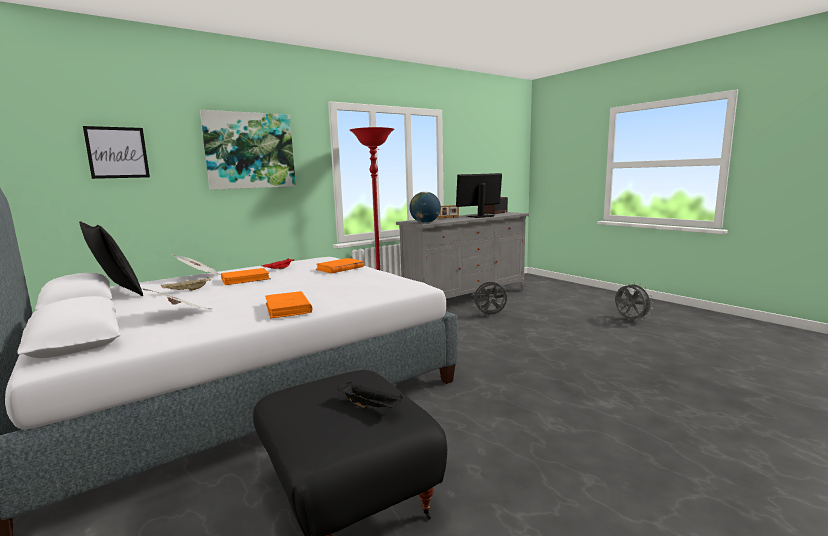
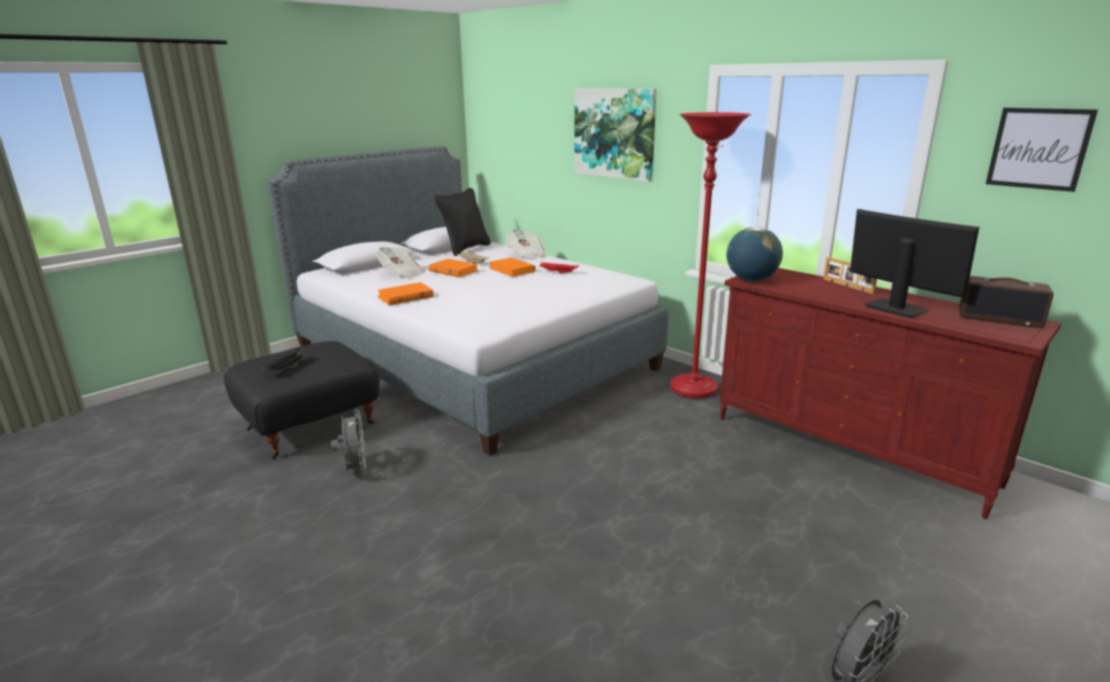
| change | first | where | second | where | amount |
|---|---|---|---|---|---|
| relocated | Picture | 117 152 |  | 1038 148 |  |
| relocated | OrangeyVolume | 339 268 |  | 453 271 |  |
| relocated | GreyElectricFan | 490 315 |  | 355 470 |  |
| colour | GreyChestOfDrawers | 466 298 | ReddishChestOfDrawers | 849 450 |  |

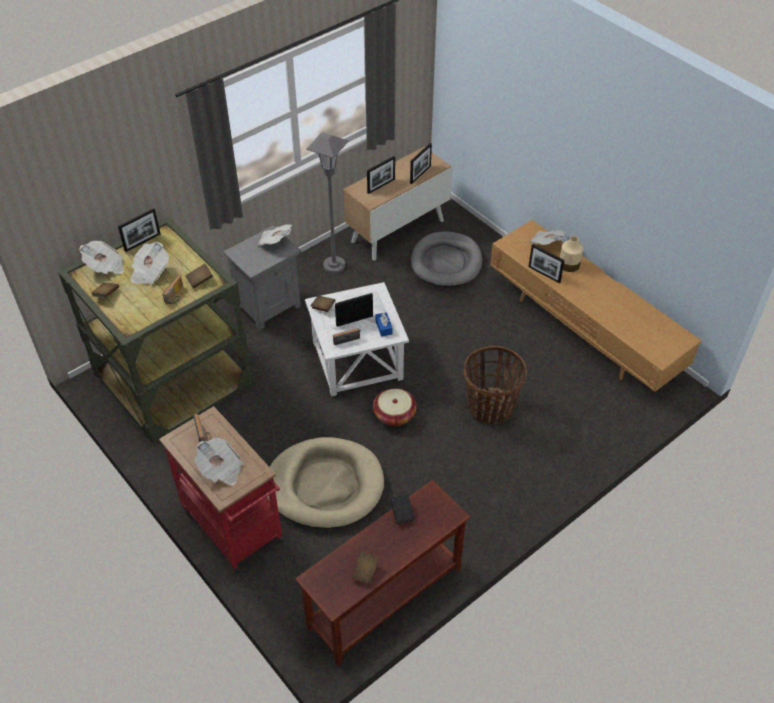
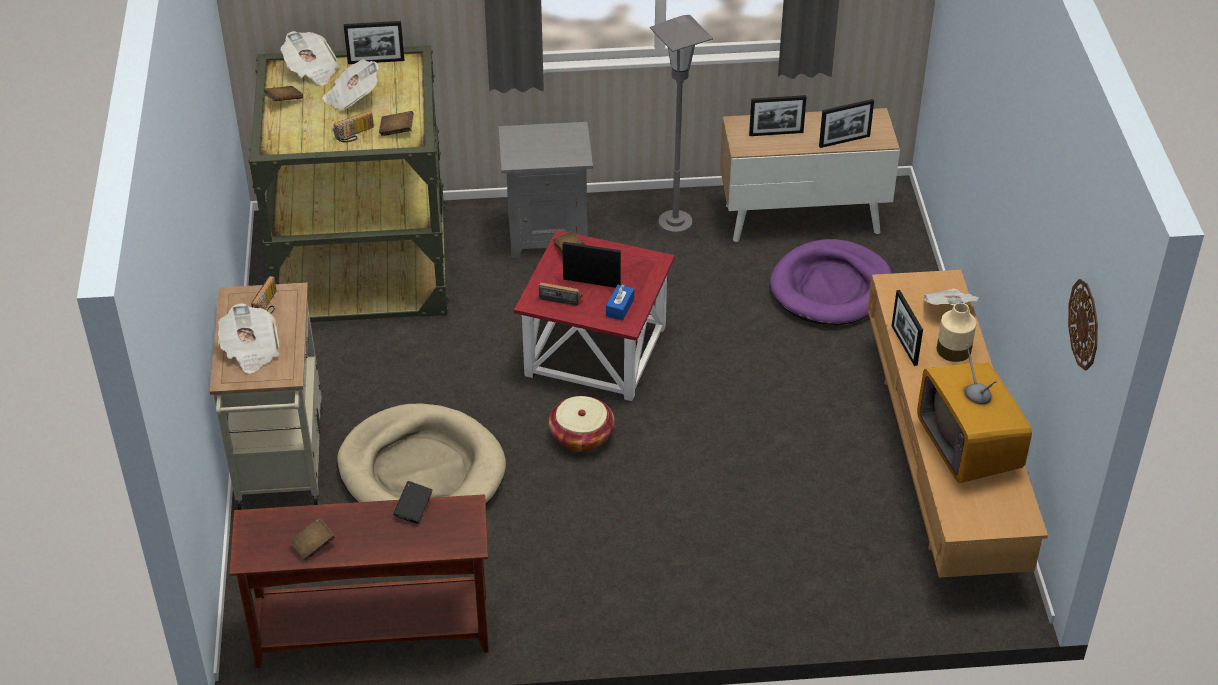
| change | first | where | second | where | amount |
|---|---|---|---|---|---|
| missing | DailyPaper | 275 241 |  |  |  |
| missing | HouseholdBasket | 490 407 |  |  |  |
| appeared |  |  | Tv | 968 447 |  |
| appeared |  |  | HangingClock | 1084 324 |  |
| colour | ReddishCart | 234 527 | SandColouredCart | 280 461 |  |
| colour | WhiteSideTable | 356 362 | ReddishSideTable | 593 352 |  |
| colour | GreyDogCushion | 446 262 | PurpleColouredDogCushion | 831 287 |  |

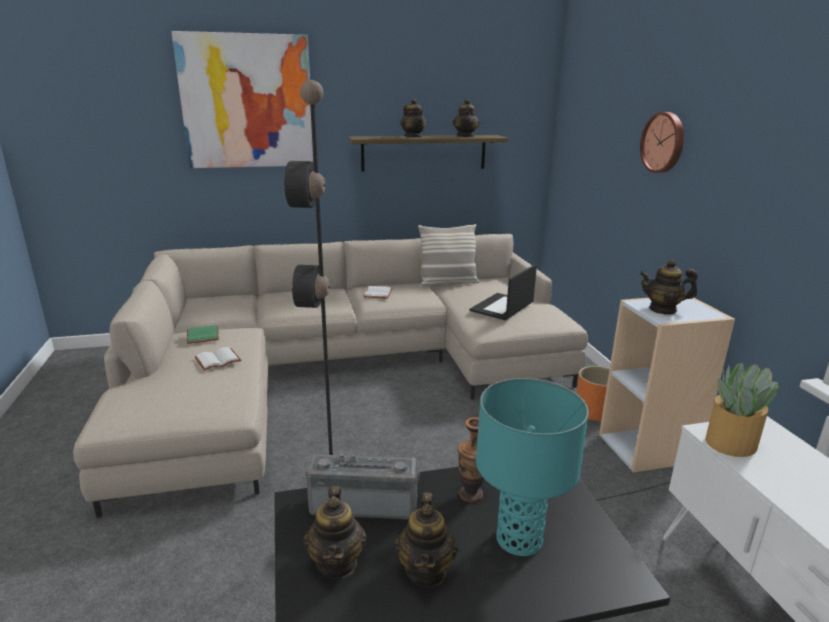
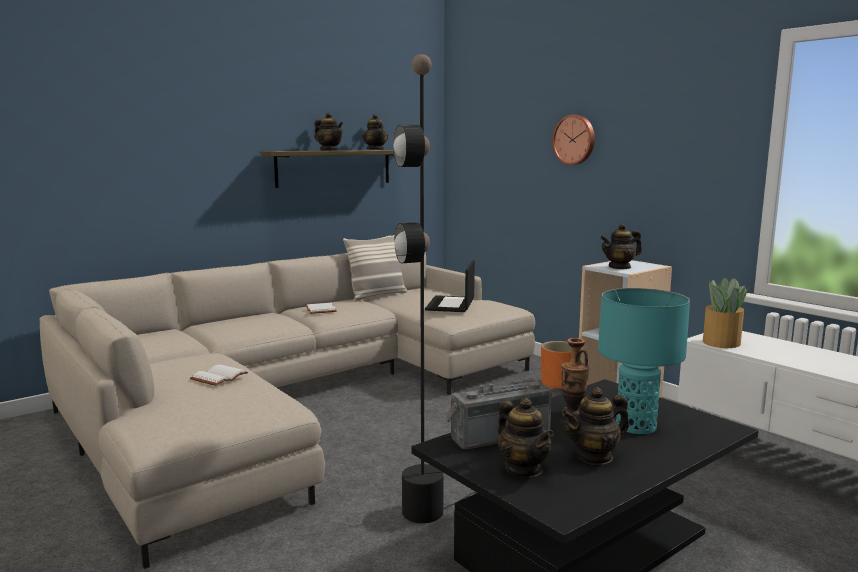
| change | first | where | second | where | amount |
|---|---|---|---|---|---|
| missing | Picture | 247 102 |  |  |  |
| missing | GreenColouredVolume | 201 336 |  |  |  |
| spun | TeaPot | 426 571 |  | 594 456 | 90 degrees clockwise |

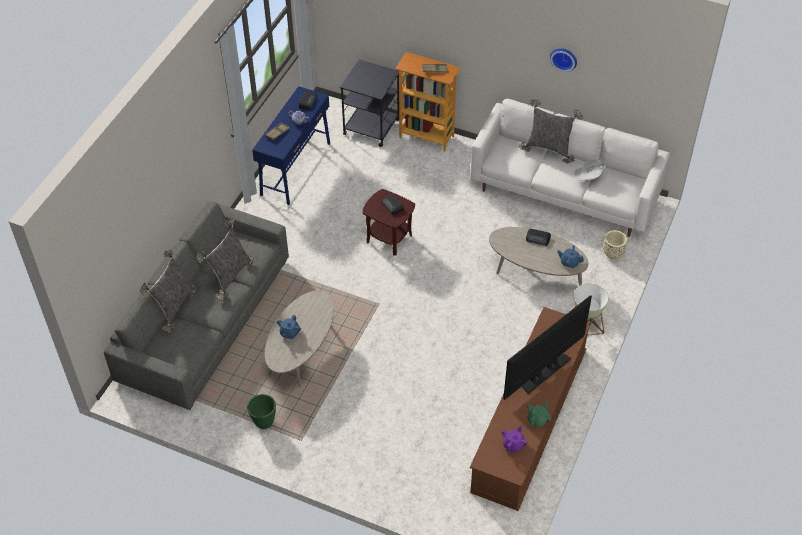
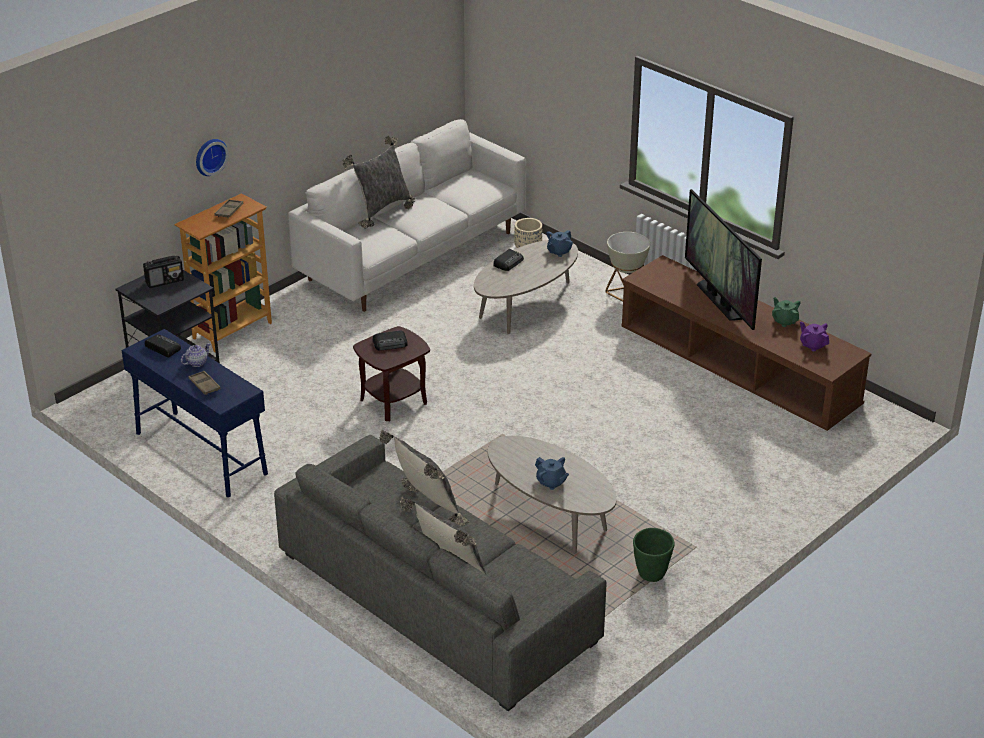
| change | first | where | second | where | amount |
|---|---|---|---|---|---|
| missing | DailyPaper | 588 175 |  |  |  |
| appeared |  |  | RadioReceiver | 165 281 |  |
| relocated | HangingClock | 564 58 |  | 209 156 |  |

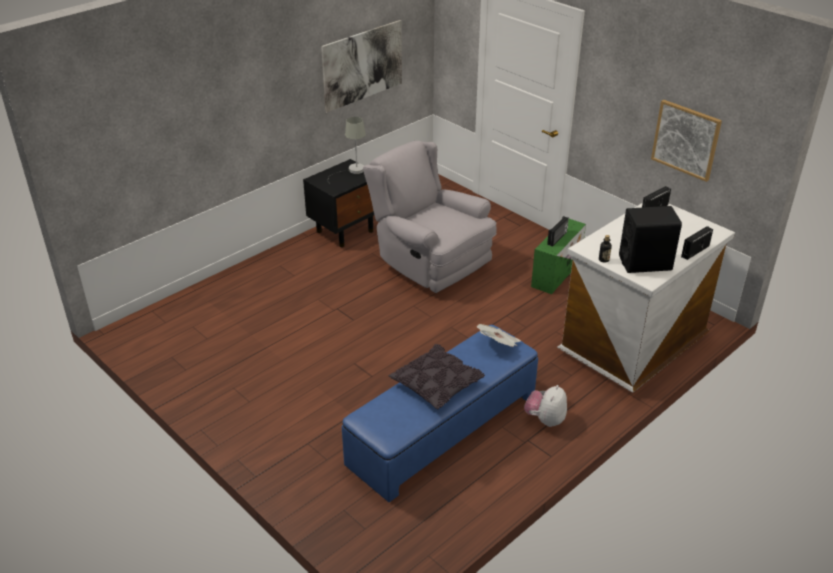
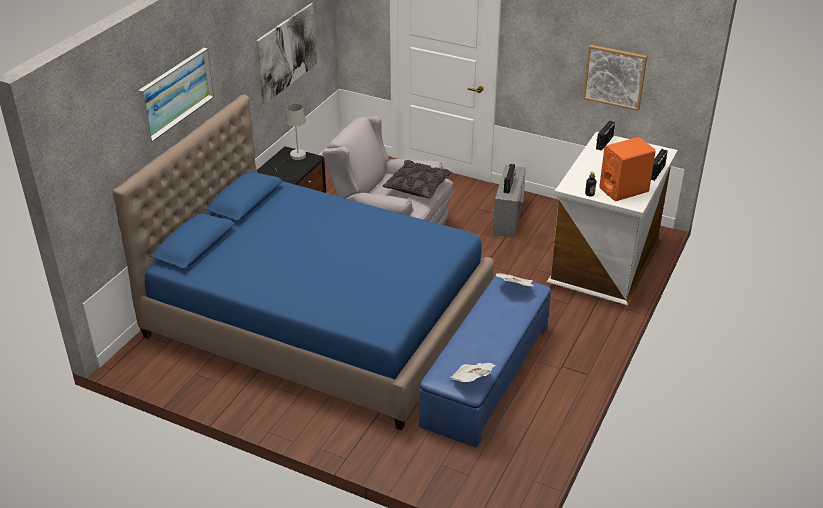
| change | first | where | second | where | amount |
|---|---|---|---|---|---|
| missing | PlushToy | 545 419 |  |  |  |
| appeared |  |  | BluishBed | 319 319 |  |
| appeared |  |  | Picture | 176 93 |  |
| appeared |  |  | DailyPaper | 471 380 |  |
| relocated | BlackPillow | 437 384 |  | 417 186 |  |
| colour | GreenColouredStorageBox | 557 273 | GreyStorageBox | 508 217 |  |
| colour | BlackSpeaker | 645 263 | OrangeySpeaker | 624 190 |  |

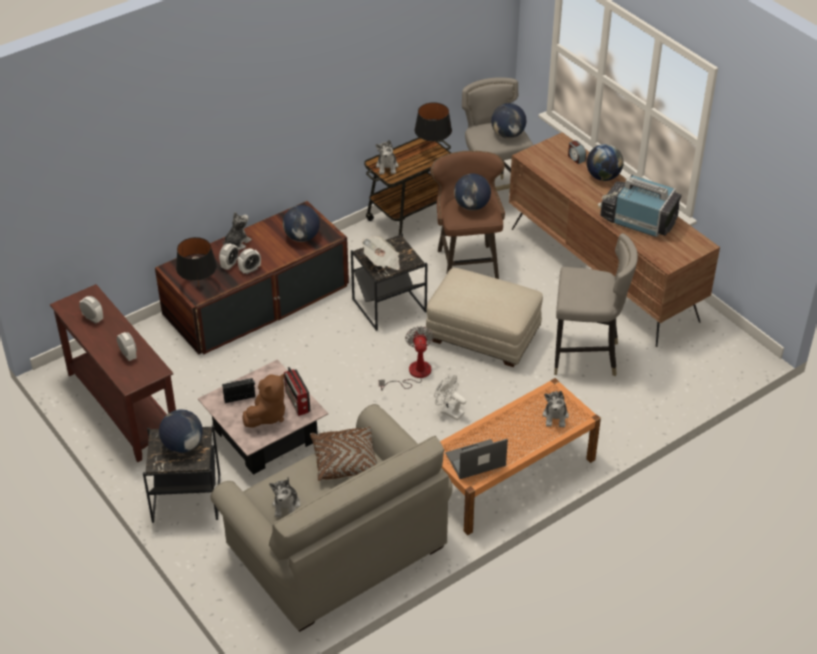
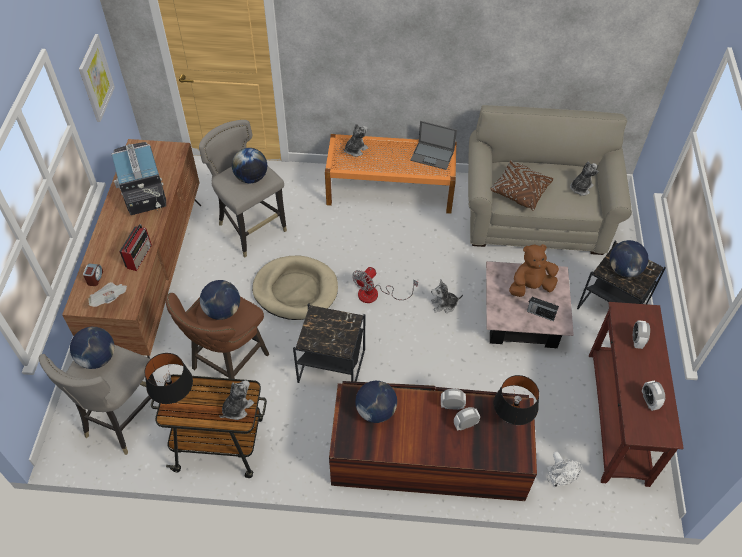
| change | first | where | second | where | amount |
|---|---|---|---|---|---|
| appeared |  |  | Picture | 96 78 |  |
| relocated | PlushToy | 237 243 |  | 444 305 |  |
| relocated | RadioReceiver | 297 402 |  | 139 256 |  |
| relocated | DailyPaper | 382 261 |  | 110 300 |  |
| relocated | WhiteElectricFan | 449 411 |  | 557 480 |  |
| relocated | WorldGlobe | 603 177 |  | 251 178 |  |
| exchanged | SandColouredOttoman | 483 336 | SandColouredDogCushion | 295 290 |  |

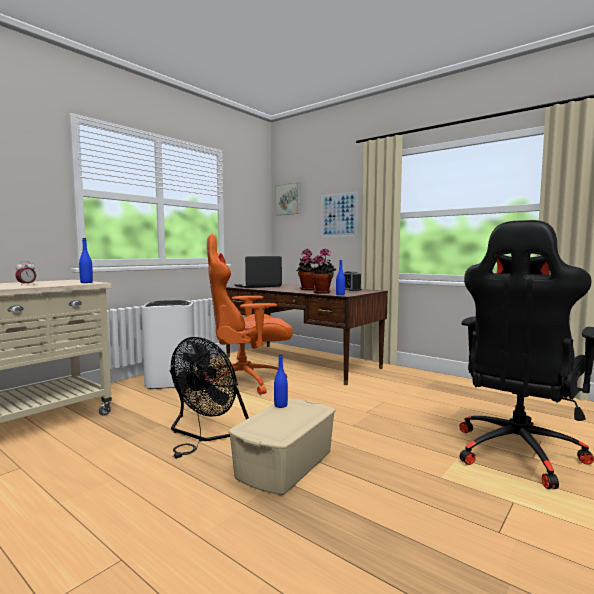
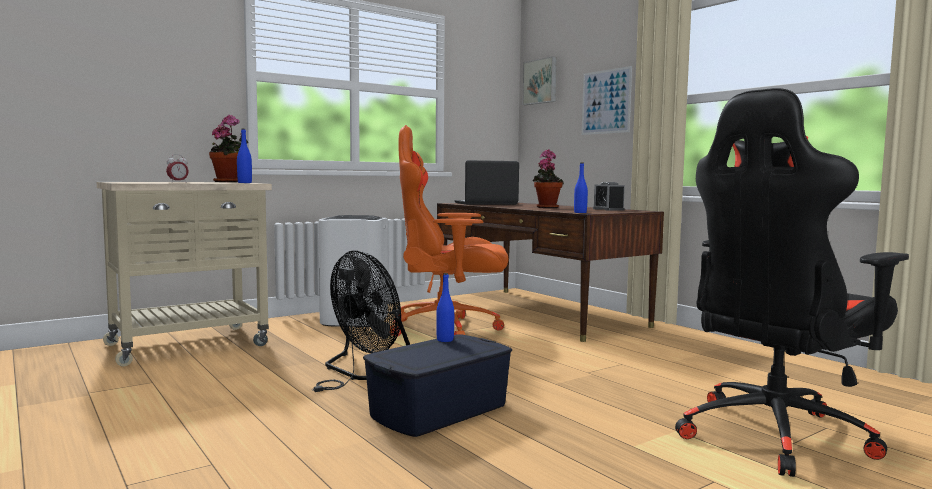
| change | first | where | second | where | amount |
|---|---|---|---|---|---|
| relocated | PottedPlant | 323 292 |  | 229 182 |  |
| colour | SandColouredStorageBox | 284 464 | BluishStorageBox | 438 410 |  |

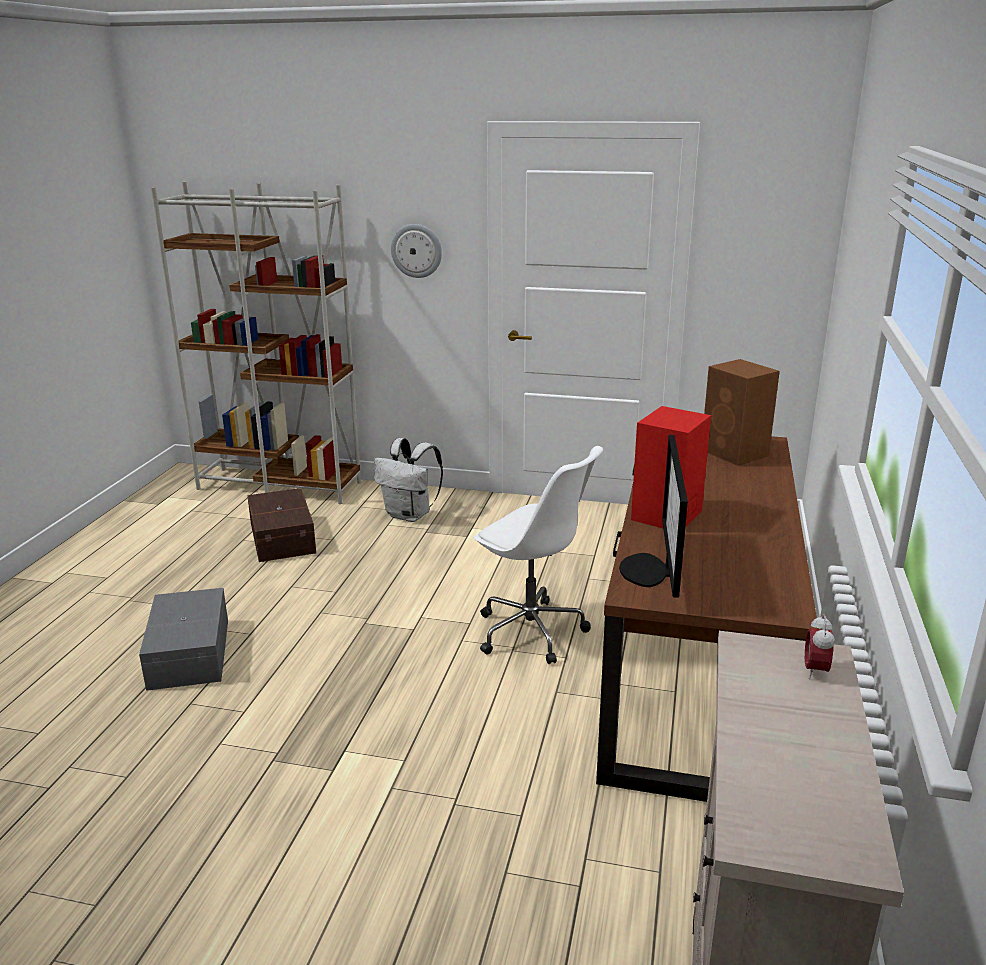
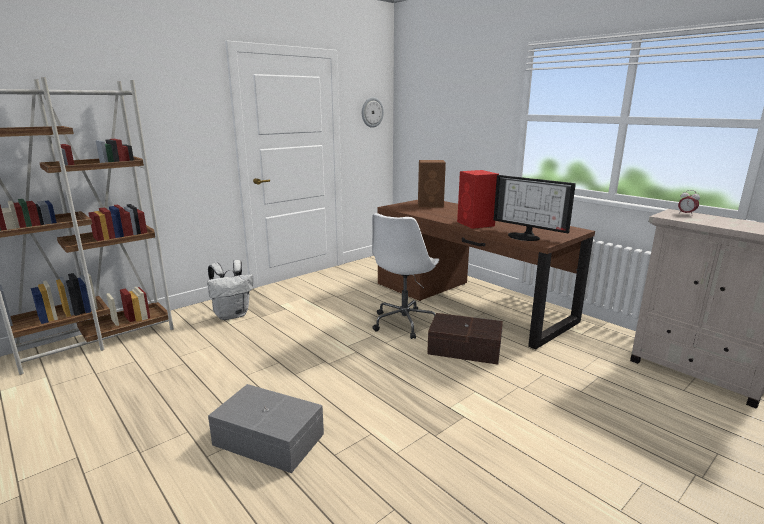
| change | first | where | second | where | amount |
|---|---|---|---|---|---|
| relocated | BrownStorageBox | 284 537 |  | 464 348 |  |
| relocated | HangingClock | 416 250 |  | 372 112 |  |
| spun | WhiteDeskChair | 533 633 |  | 403 324 | 135 degrees clockwise |

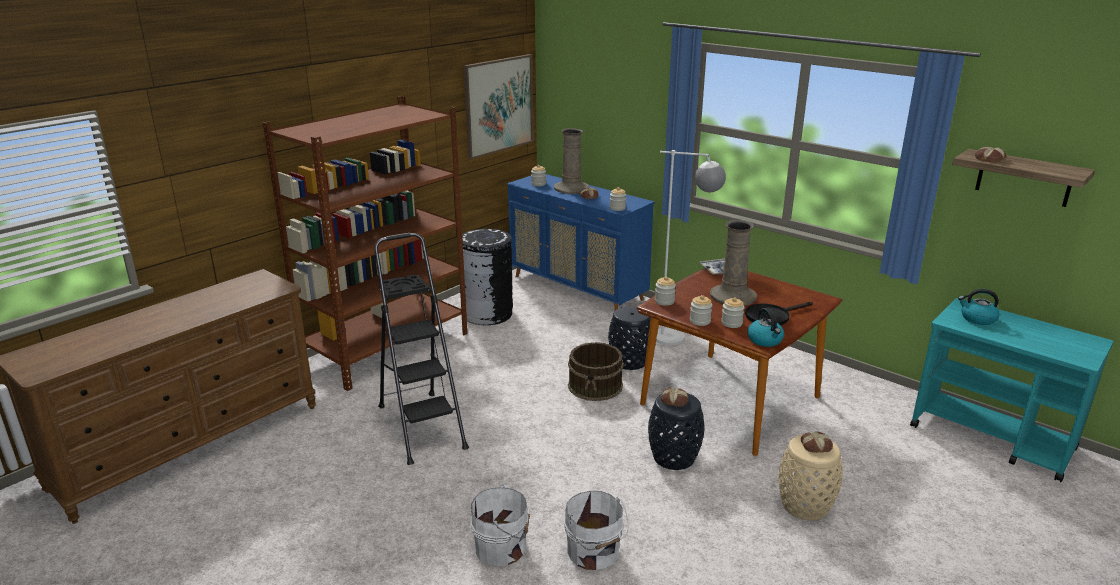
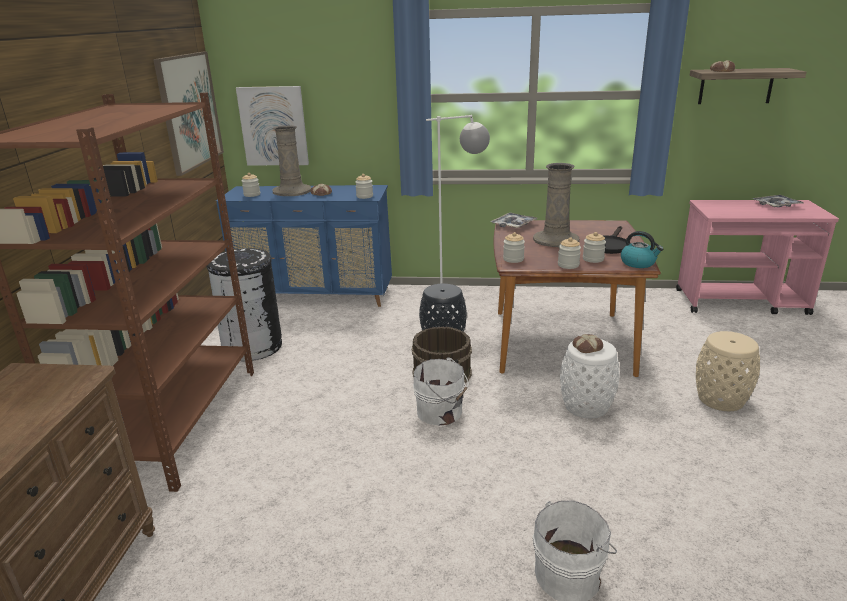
| change | first | where | second | where | amount |
|---|---|---|---|---|---|
| missing | StepLadder | 421 425 |  |  |  |
| missing | BakedBread | 816 445 |  |  |  |
| missing | Kettle | 977 319 |  |  |  |
| appeared |  |  | Picture | 273 126 |  |
| appeared |  |  | ServingTray | 776 205 |  |
| relocated | WhiteWaterBucket | 594 553 |  | 441 412 |  |
| colour | BlackStool | 673 457 | WhiteStool | 586 406 |  |
| colour | BlueGreenCart | 993 438 | PinkColouredCart | 741 302 |  |

